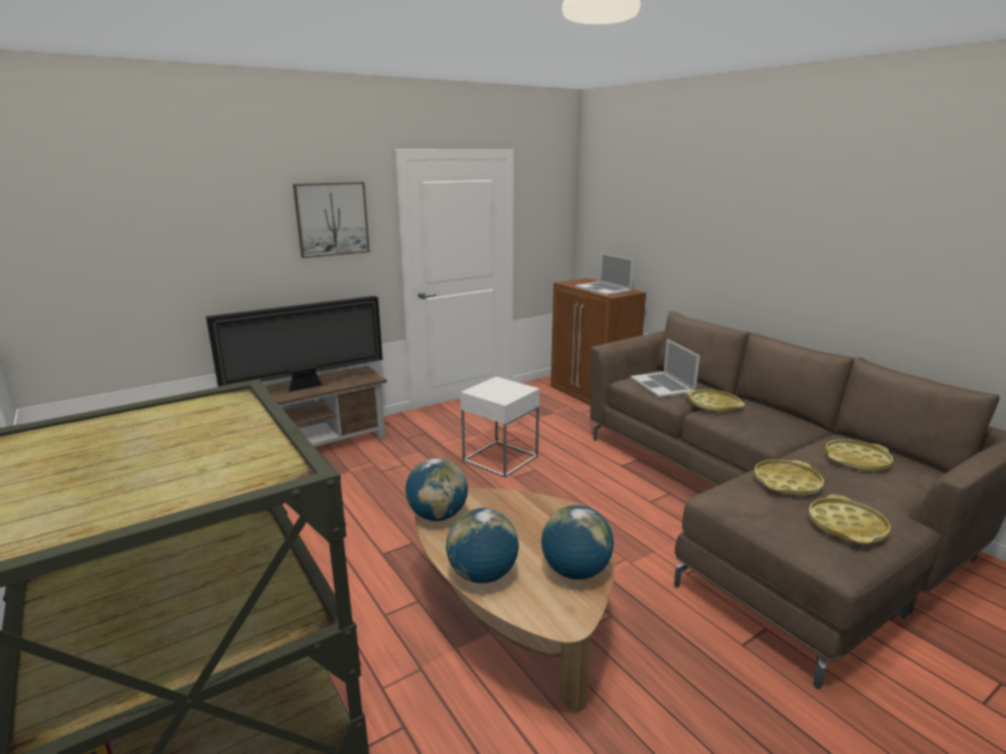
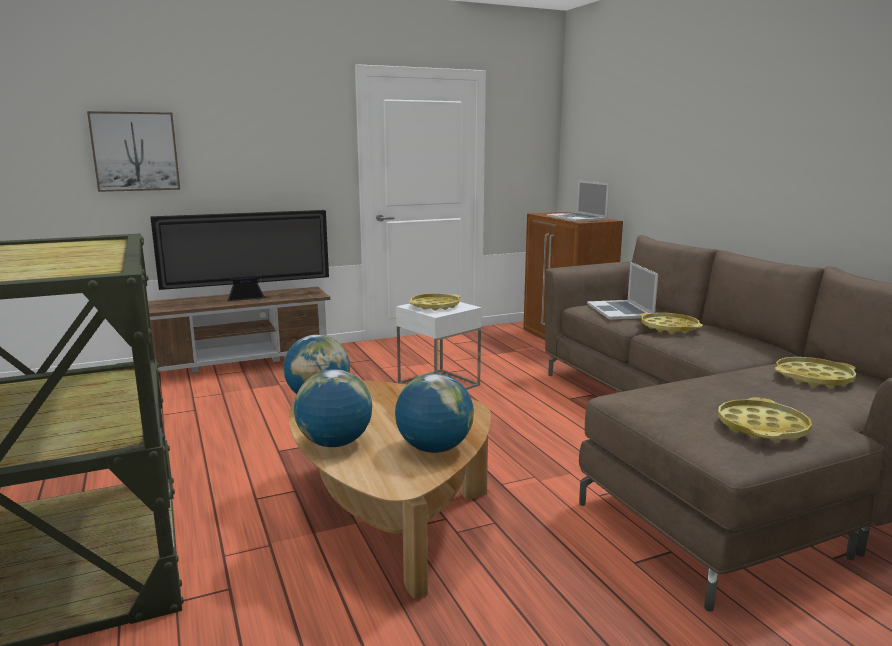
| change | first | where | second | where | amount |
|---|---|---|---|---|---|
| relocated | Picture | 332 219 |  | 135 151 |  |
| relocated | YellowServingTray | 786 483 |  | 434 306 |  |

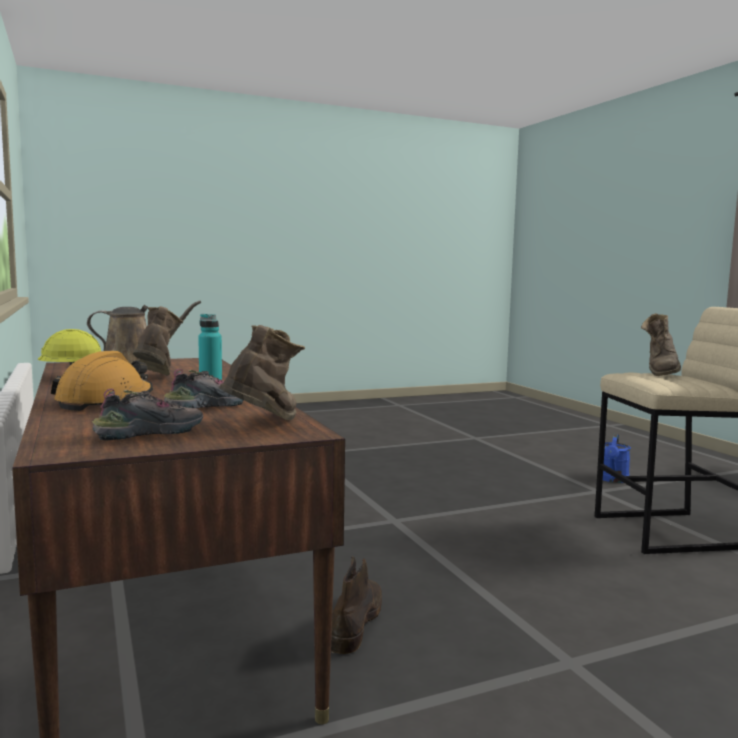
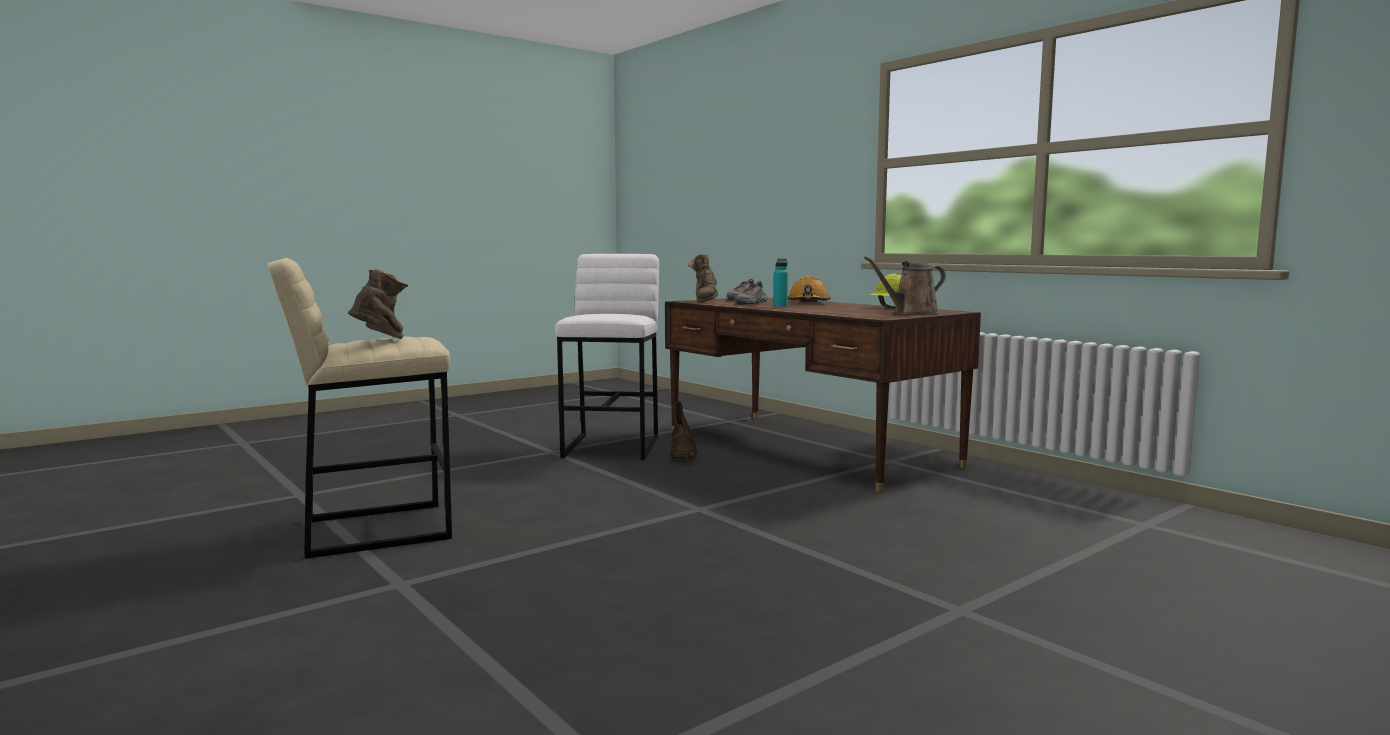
| change | first | where | second | where | amount |
|---|---|---|---|---|---|
| missing | BrownHighTopBoot | 154 379 |  |  |  |
| missing | BluishWateringCan | 612 480 |  |  |  |
| appeared |  |  | WhiteStool | 612 447 |  |

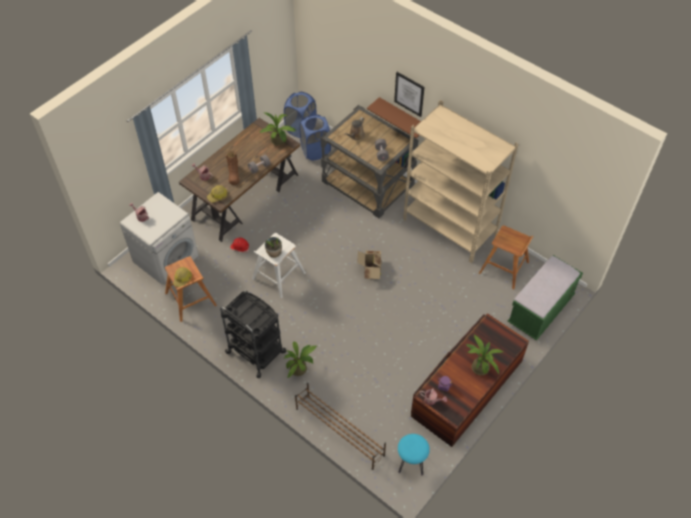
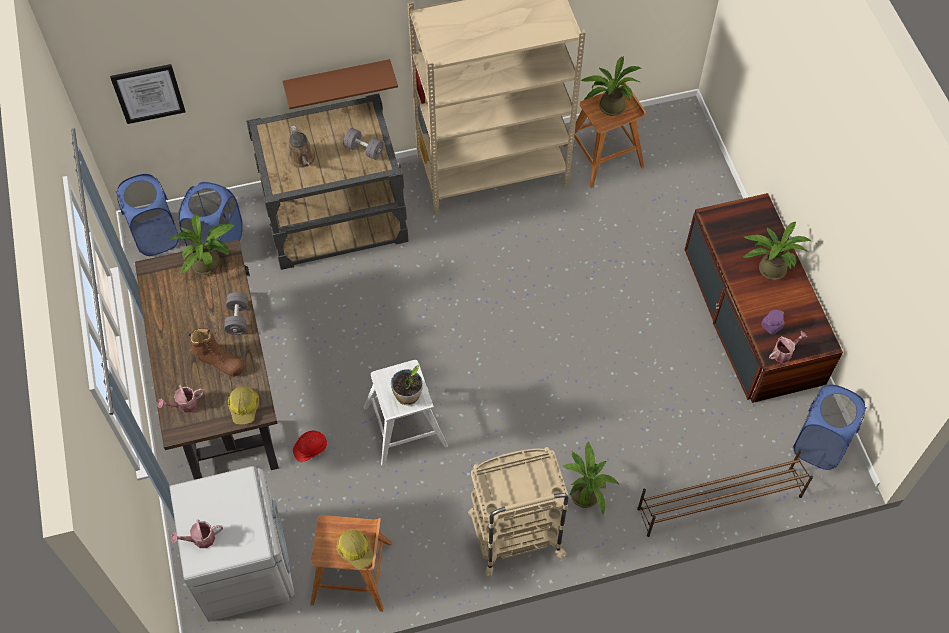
| change | first | where | second | where | amount |
|---|---|---|---|---|---|
| missing | CardboardBox | 370 270 |  |  |  |
| missing | GreenColouredBench | 540 310 |  |  |  |
| appeared |  |  | PottedPlant | 608 106 |  |
| relocated | Picture | 409 94 |  | 148 93 |  |
| exchanged | BlueGreenStool | 411 462 | BluishHamper | 819 444 |  |
| colour | BlackCart | 256 352 | SandColouredCart | 516 534 |  |

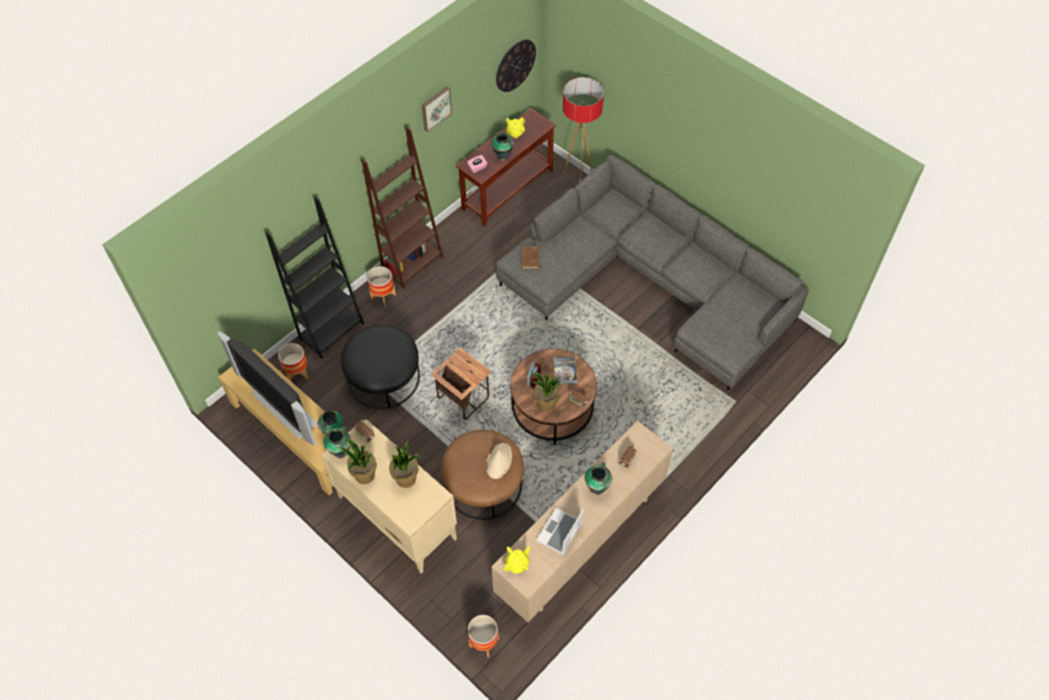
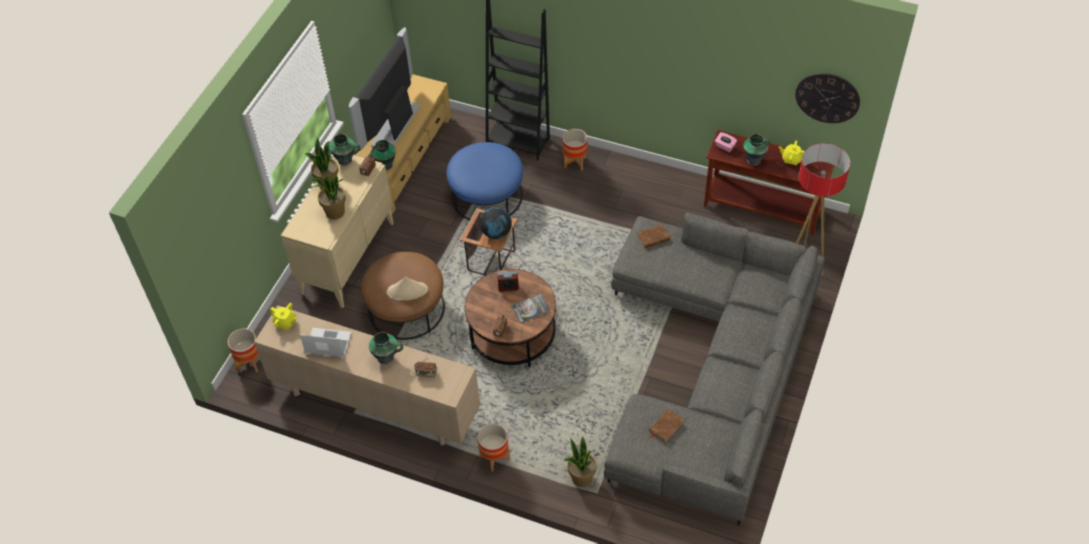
| change | first | where | second | where | amount |
|---|---|---|---|---|---|
| missing | BrownShelvingUnit | 412 264 |  |  |  |
| missing | Picture | 435 108 |  |  |  |
| appeared |  |  | WorldGlobe | 496 233 |  |
| appeared |  |  | BrownVolume | 666 427 |  |
| relocated | PlantPot | 297 373 |  | 494 458 |  |
| relocated | PottedPlant | 546 404 |  | 581 478 |  |
| colour | BlackOttoman | 383 377 | BluishOttoman | 486 196 |  |

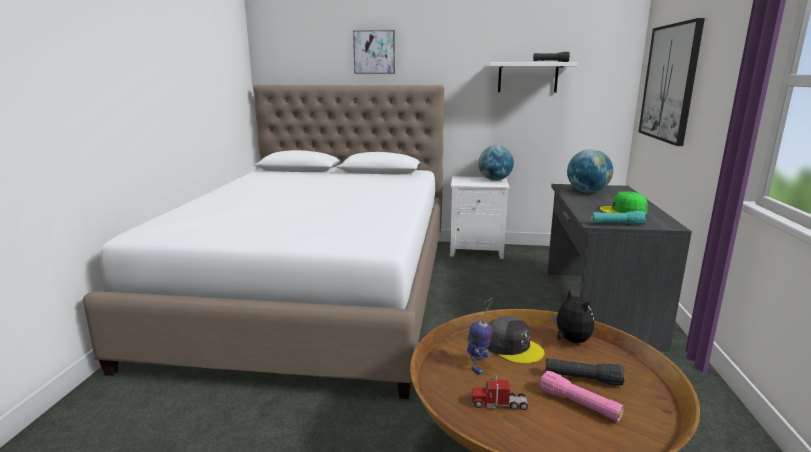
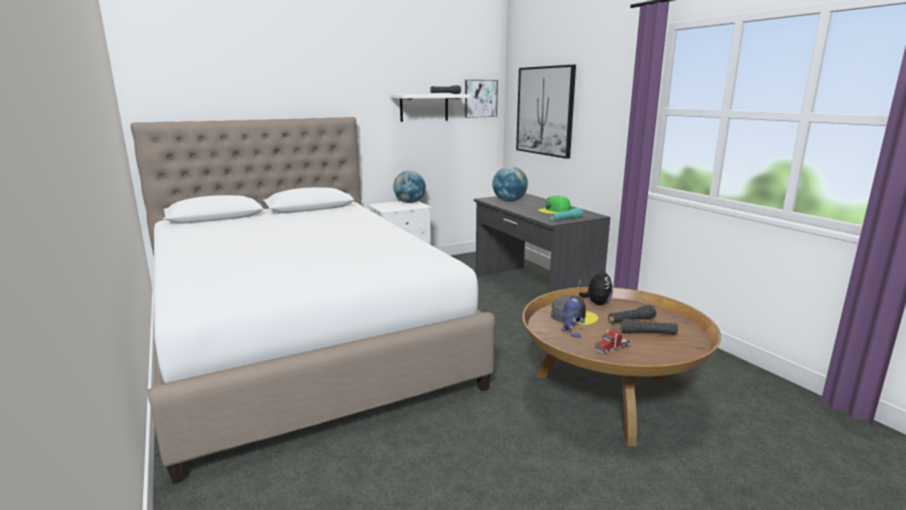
| change | first | where | second | where | amount |
|---|---|---|---|---|---|
| relocated | Picture | 374 52 |  | 480 98 |  |
| colour | PinkColouredFlashlight | 579 404 | BlackFlashlight | 648 334 |  |
| spun | PlushToy | 570 340 |  | 597 303 | 75 degrees clockwise |

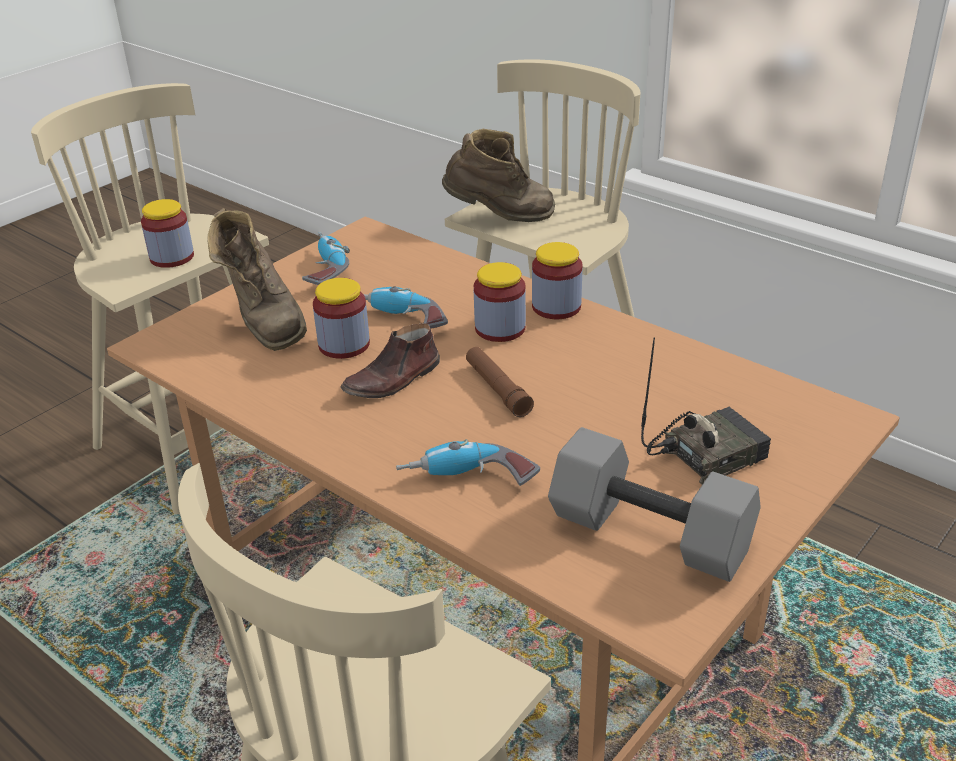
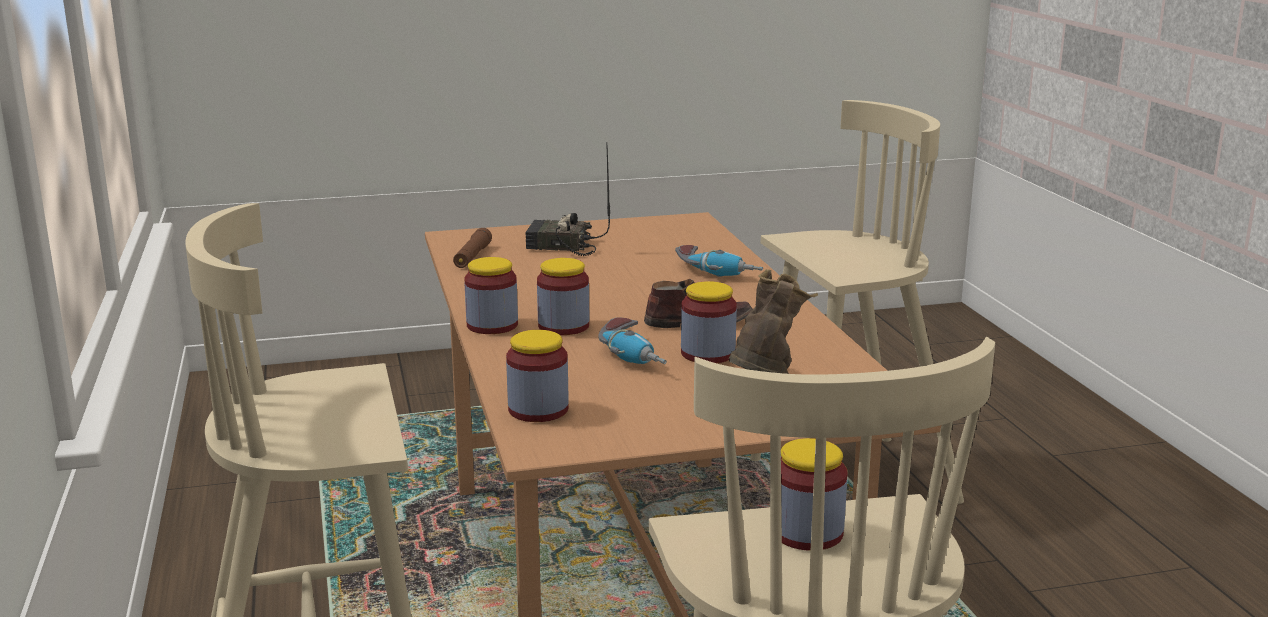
| change | first | where | second | where | amount |
|---|---|---|---|---|---|
| missing | Drill | 323 269 |  |  |  |
| missing | BrownHighTopBoot | 500 217 |  |  |  |
| missing | GreyFreeWeight | 647 534 |  |  |  |
| appeared |  |  | PreserveJar | 538 410 |  |
| relocated | BrownFlashlight | 497 389 |  | 472 257 |  |

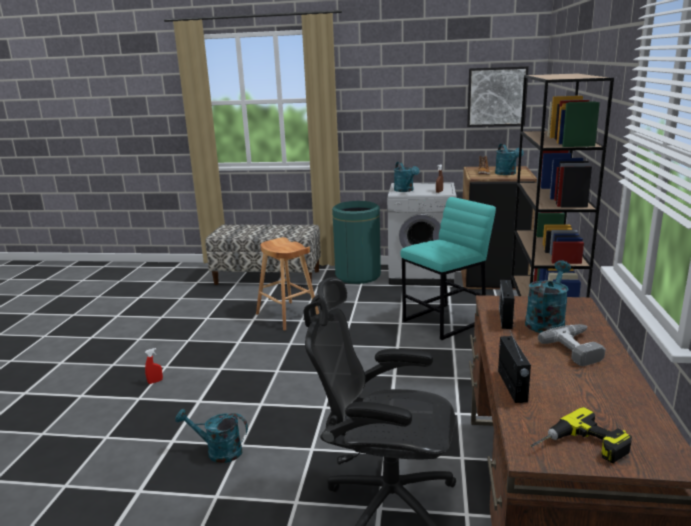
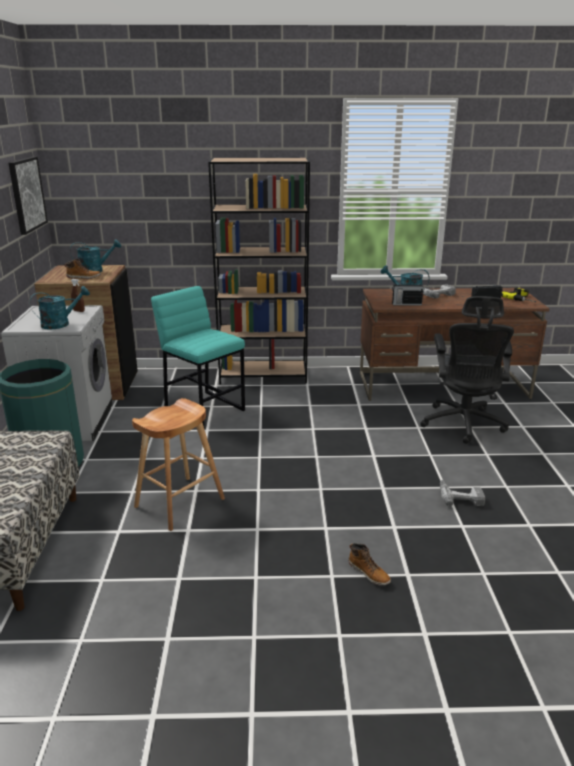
| change | first | where | second | where | amount |
|---|---|---|---|---|---|
| exchanged | ReddishHandSprayer | 155 381 | HighTopBoot | 369 573 |  |
| exchanged | BlueGreenWateringCan | 218 452 | Drill | 460 496 |  |

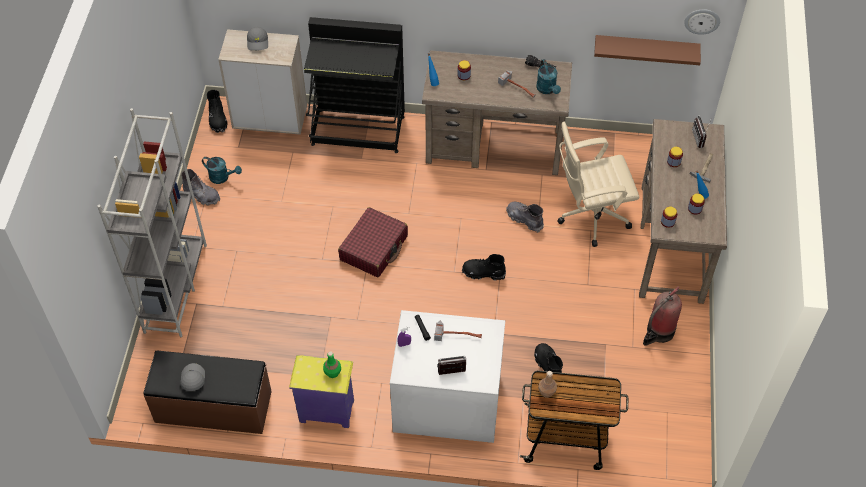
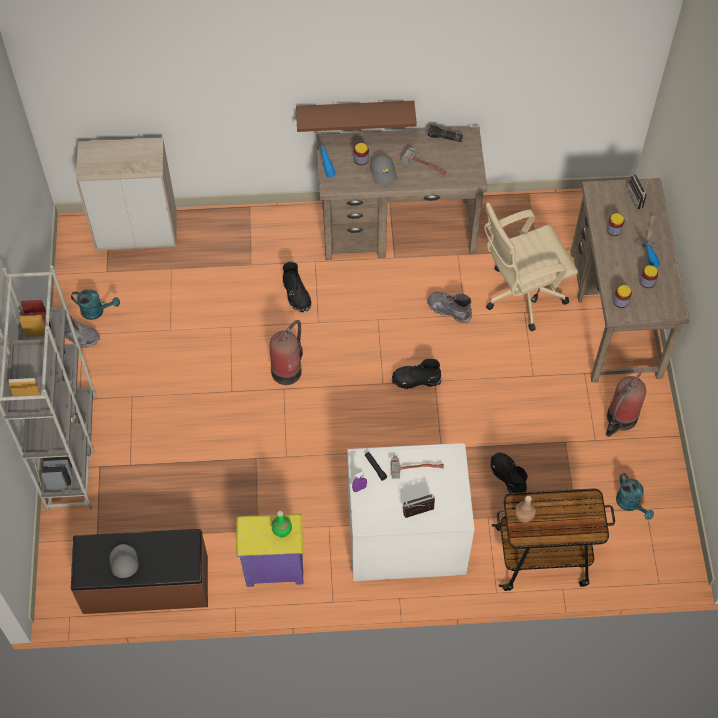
| change | first | where | second | where | amount |
|---|---|---|---|---|---|
| missing | BlackShoeRack | 357 133 |  |  |  |
| missing | HangingClock | 702 21 |  |  |  |
| relocated | BlackHighTopBoot | 217 119 |  | 296 295 |  |
| relocated | GreyCap | 258 42 |  | 384 173 |  |
| relocated | BlueGreenWateringCan | 547 89 |  | 630 504 |  |
| relocated | BrownBracketShelf | 646 48 |  | 355 113 |  |
| exchanged | ReddishSuitcase | 374 248 | FireExtinguisher | 288 369 |  |

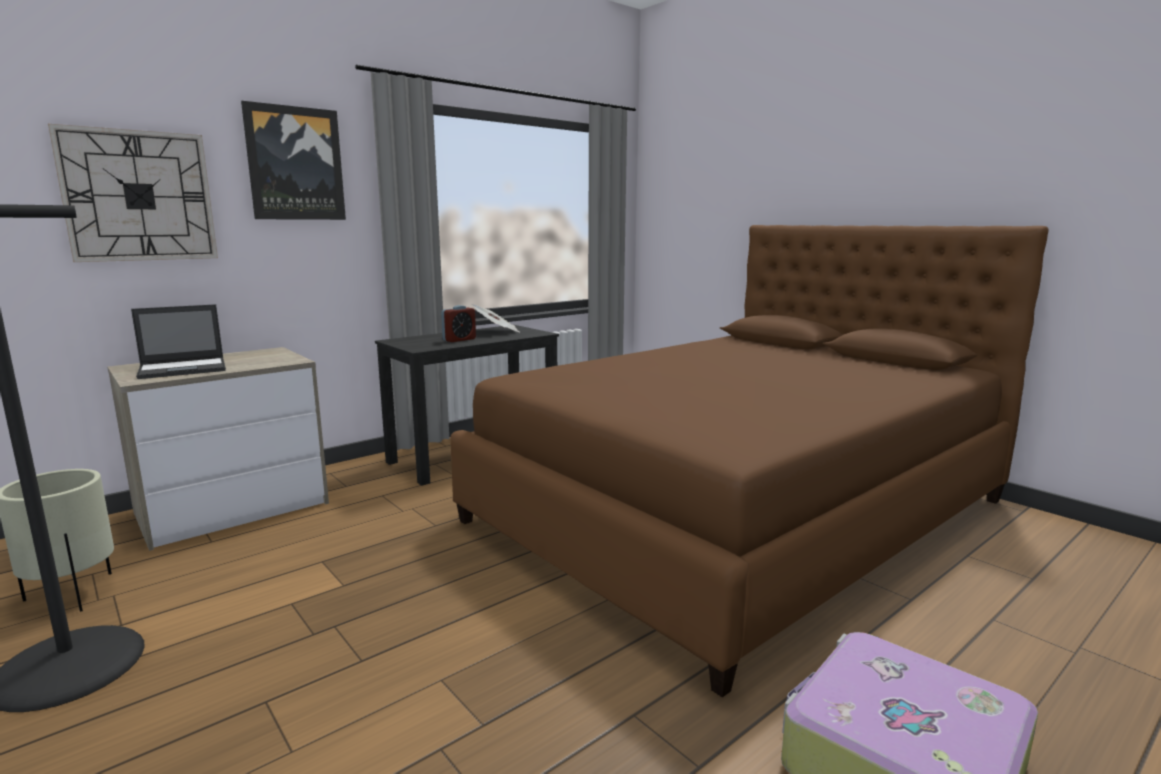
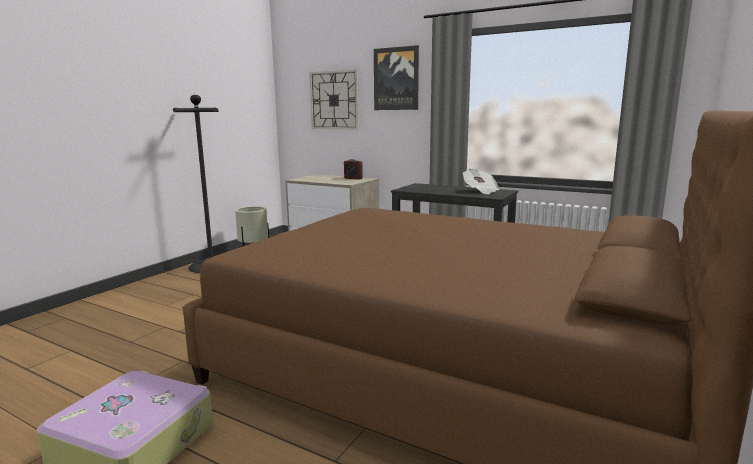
| change | first | where | second | where | amount |
|---|---|---|---|---|---|
| missing | NotebookComputer | 184 369 |  |  |  |
| relocated | AlarmClock | 459 339 |  | 353 178 |  |

